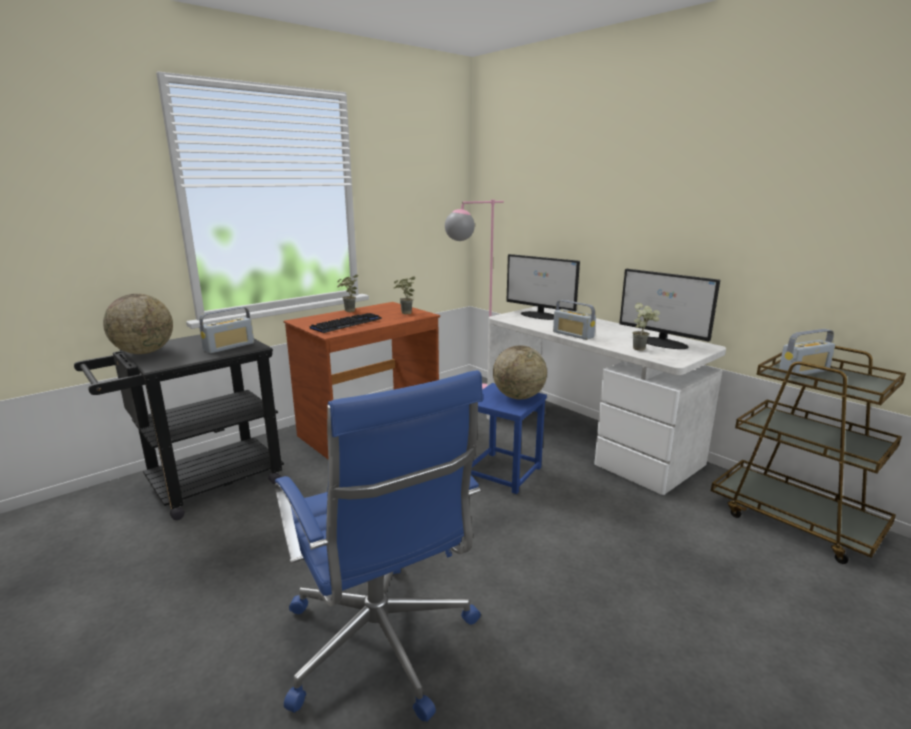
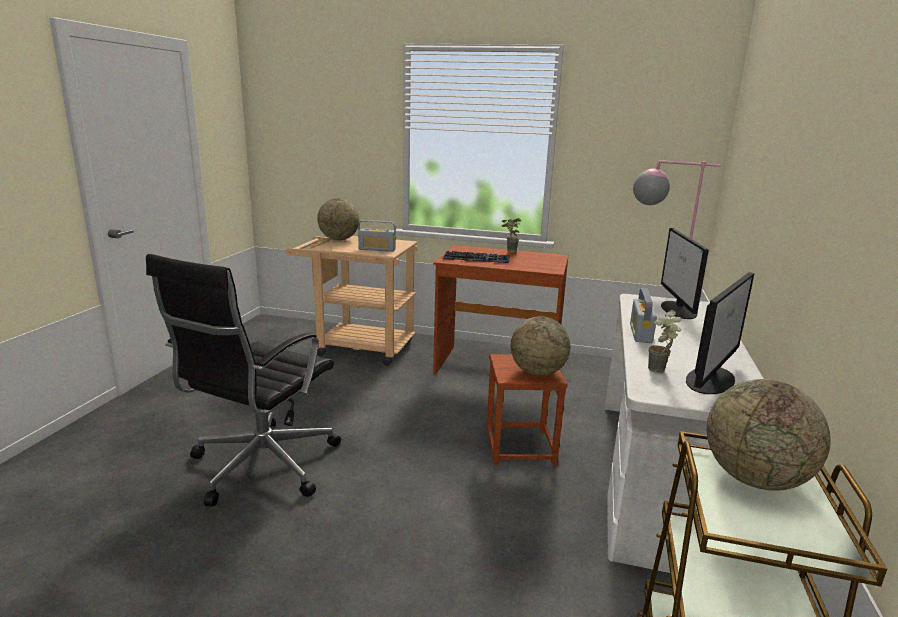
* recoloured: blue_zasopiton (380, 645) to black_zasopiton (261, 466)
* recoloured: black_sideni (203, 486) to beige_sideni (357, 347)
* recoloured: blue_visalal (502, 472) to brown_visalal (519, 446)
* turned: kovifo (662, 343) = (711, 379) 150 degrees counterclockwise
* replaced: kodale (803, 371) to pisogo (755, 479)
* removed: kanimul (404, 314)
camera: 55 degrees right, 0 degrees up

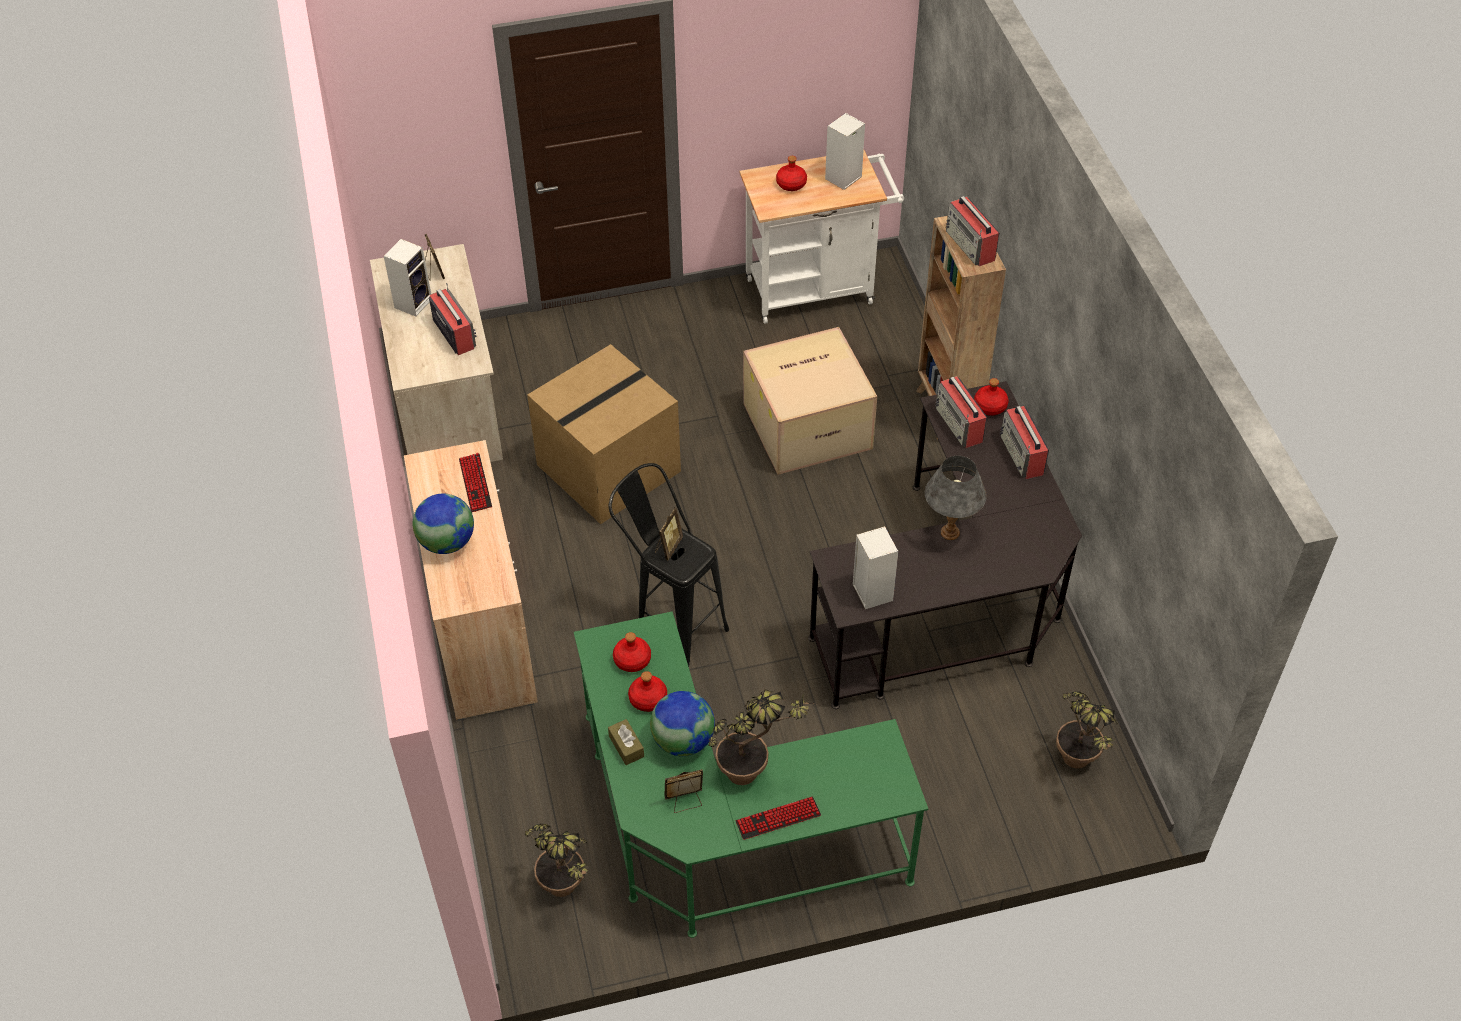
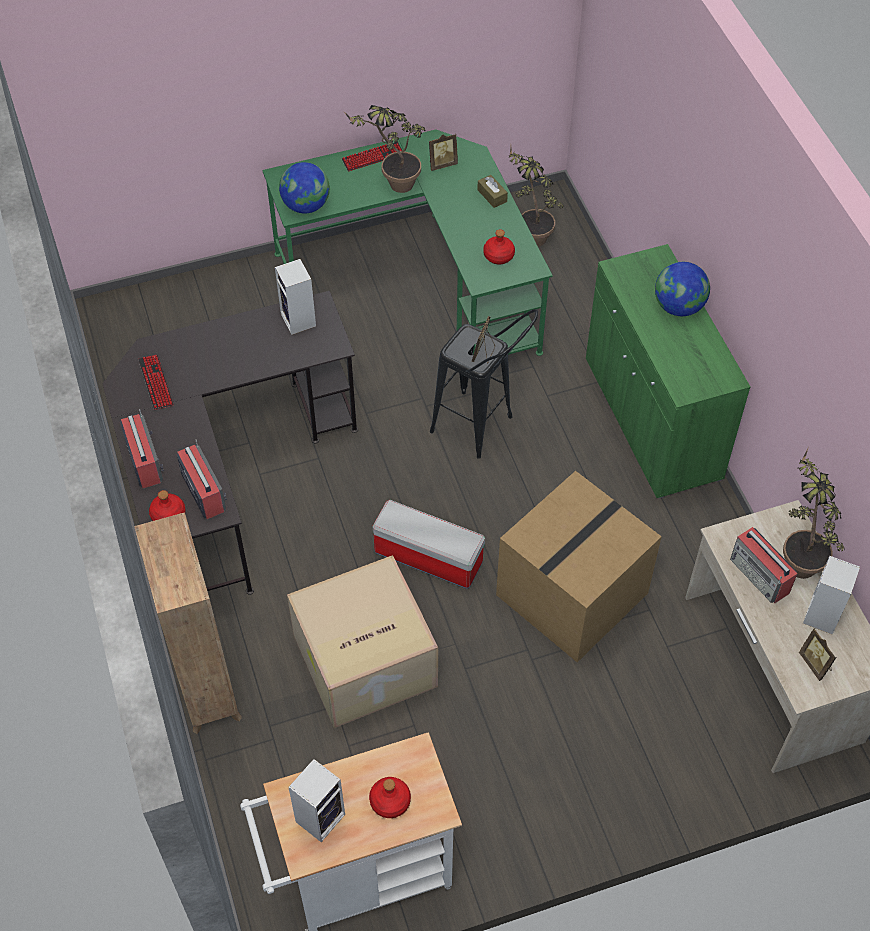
* moved: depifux (475, 483) to (156, 383)
* moved: pisogo (683, 741) to (306, 205)
* added: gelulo (427, 557)
* recoloured: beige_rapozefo (481, 630) to green_rapozefo (652, 419)
* moved: kanimul (1078, 766) to (798, 557)
* removed: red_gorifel (648, 699)
* removed: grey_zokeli (949, 532)
* removed: kodale (970, 246)
camera: 175 degrees right, 5 degrees up

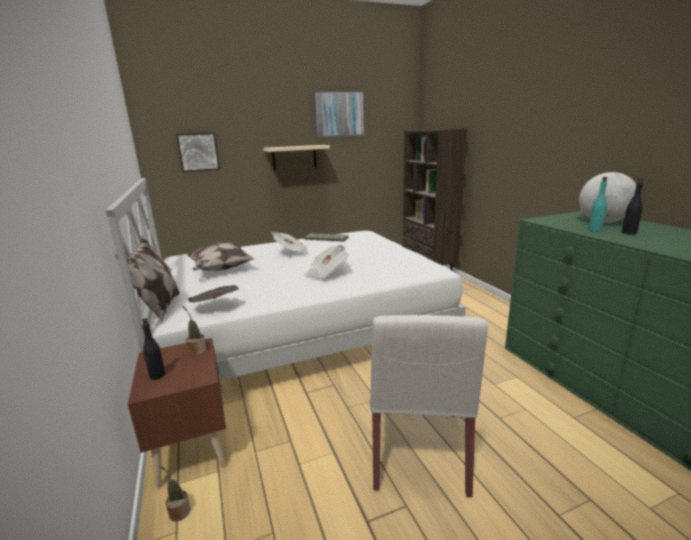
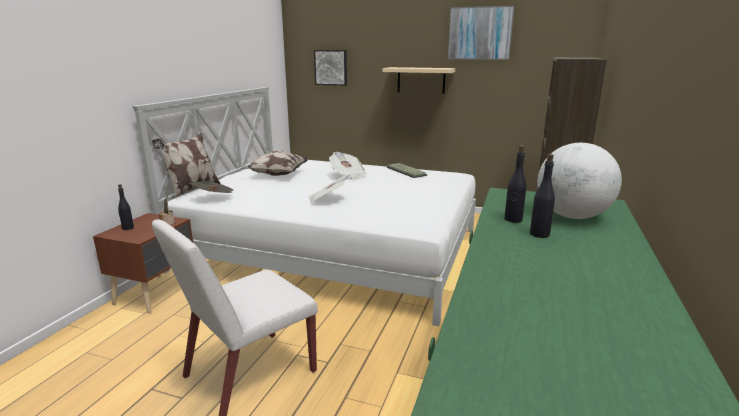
* recoloured: turquoise_gorifel (595, 230) to black_gorifel (513, 219)
* removed: kanimul (178, 511)
camera: 40 degrees right, 0 degrees up

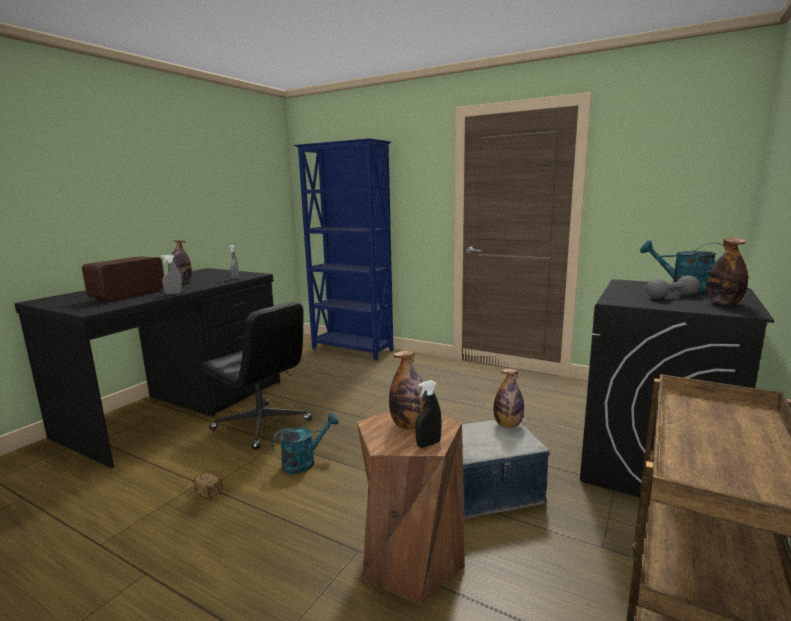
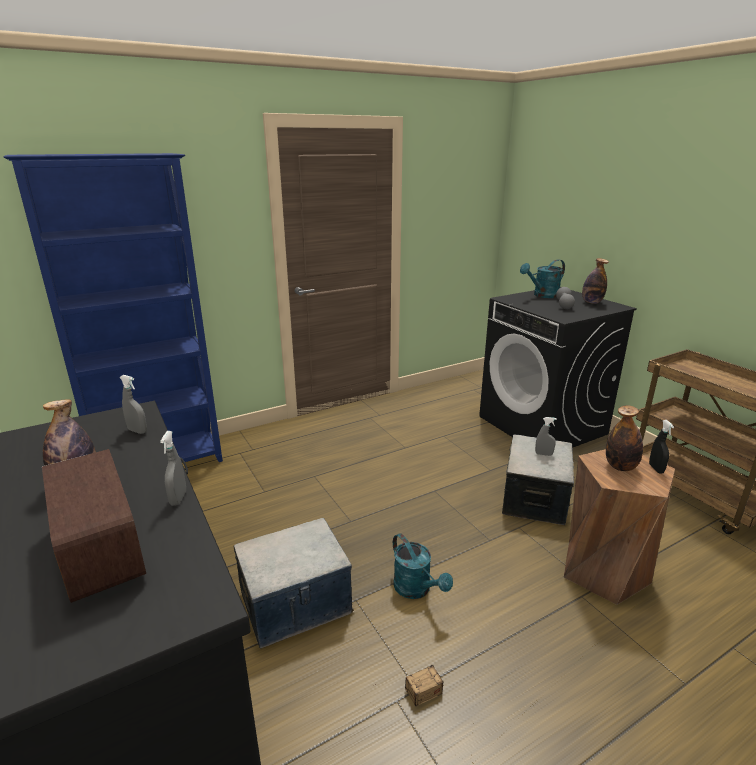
* replaced: black_zasopiton (262, 425) to gelulo (295, 604)
* turned: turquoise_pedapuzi (304, 462) = (416, 589) 150 degrees clockwise
* added: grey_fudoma (543, 454)
* removed: gorifel (508, 425)
camera: 60 degrees left, 10 degrees up

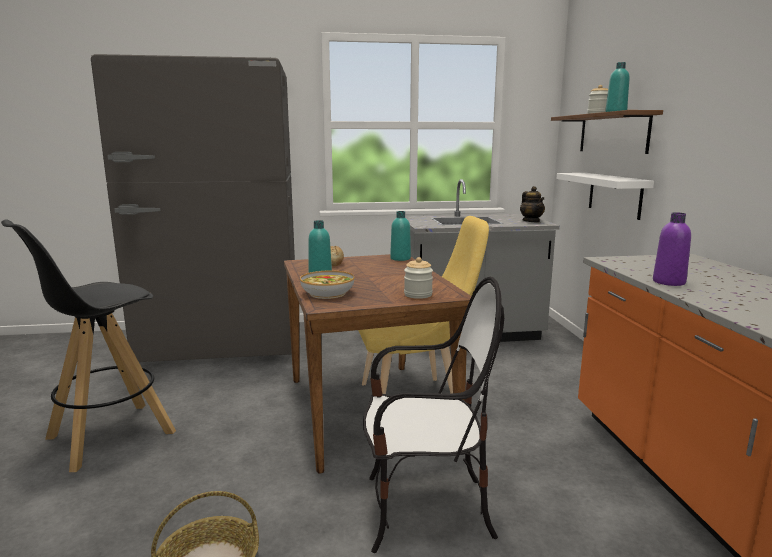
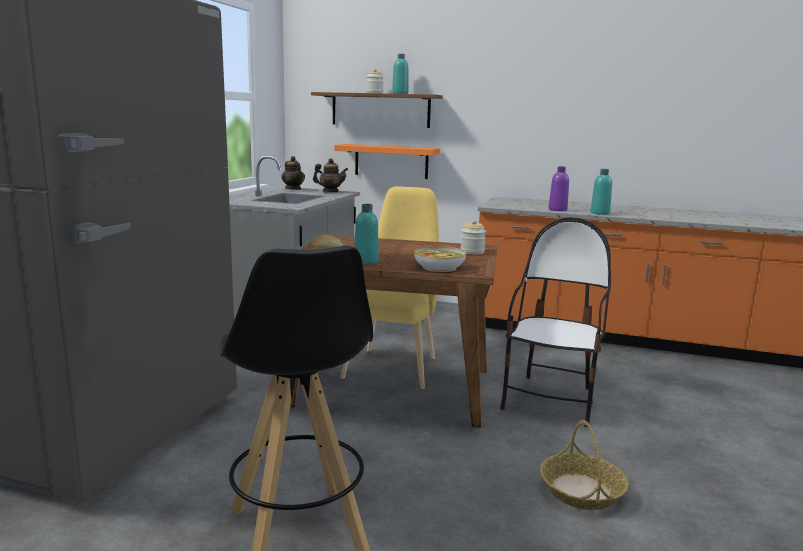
* added: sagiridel (293, 189)
* recoloured: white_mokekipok (614, 194) to orange_mokekipok (391, 161)
* moved: turquoise_gorifel (400, 258) to (599, 213)
camera: 65 degrees left, 0 degrees up

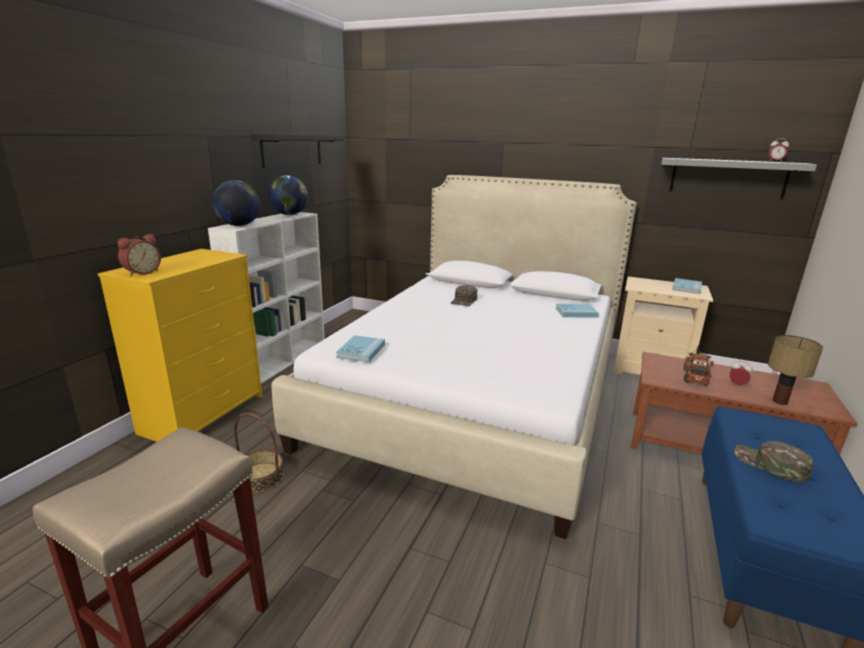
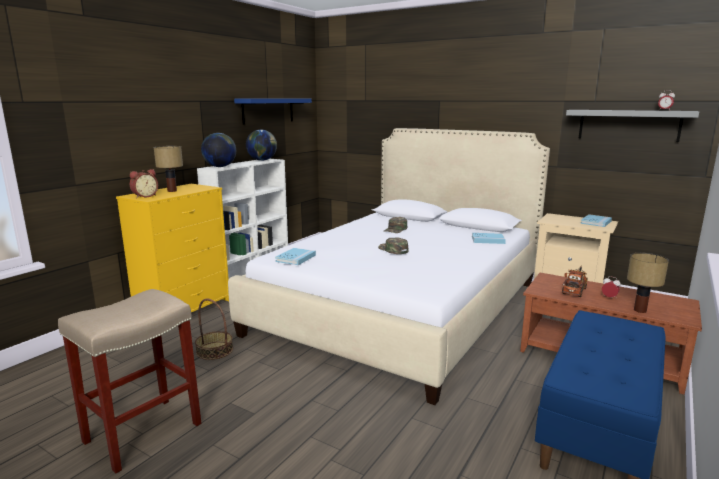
* added: zokeli (172, 191)
* recoloured: black_mokekipok (292, 150) to blue_mokekipok (268, 110)
* moved: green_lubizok (770, 464) to (393, 250)
camera: 10 degrees right, 5 degrees down

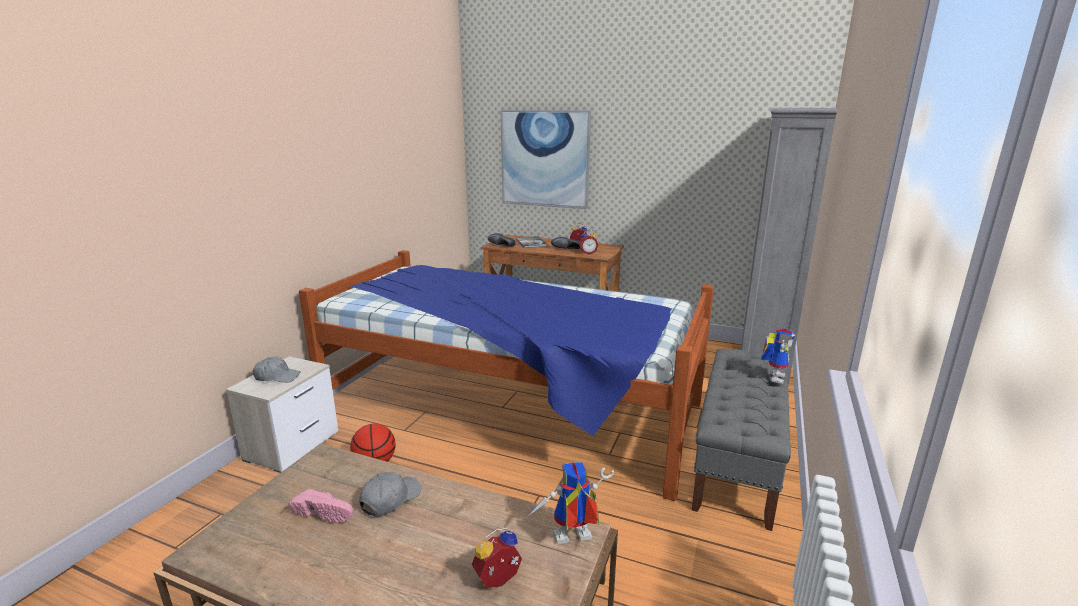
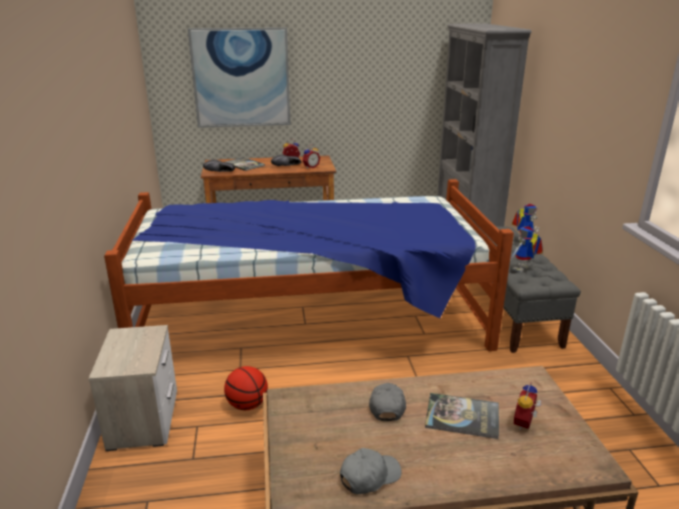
* moved: grey_lubizok (277, 377) to (369, 476)
* added: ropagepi (462, 416)
* moved: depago (570, 541) to (523, 270)
* removed: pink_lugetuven (326, 512)
camera: 30 degrees left, 5 degrees up

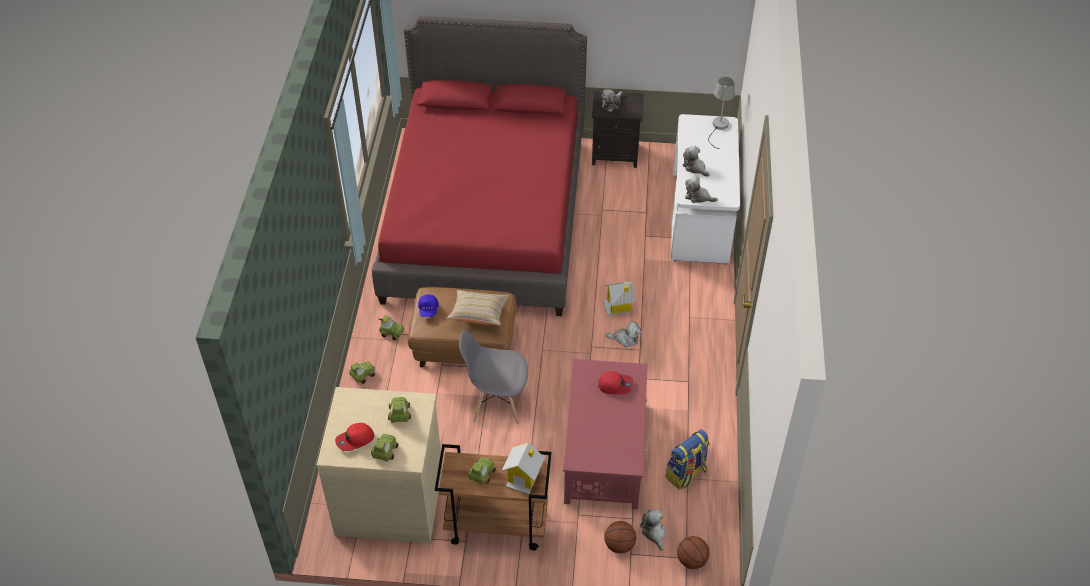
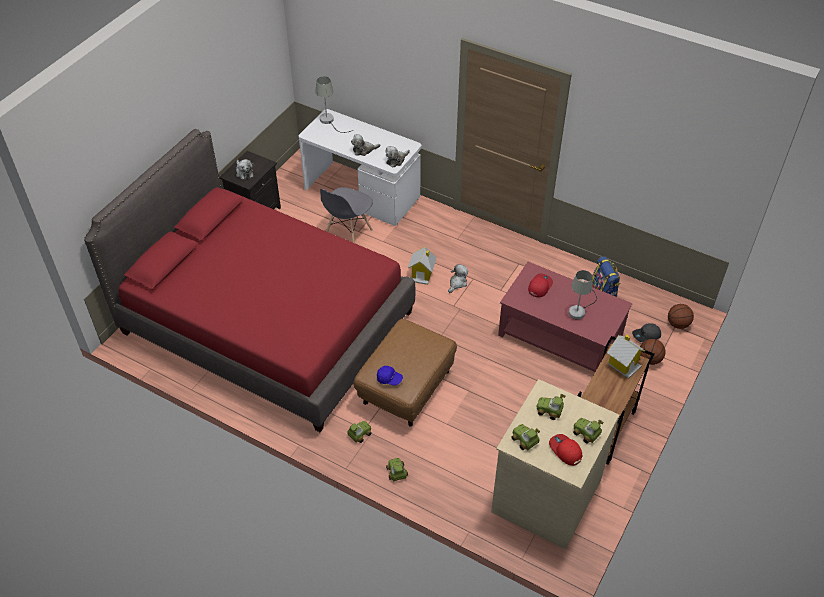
* moved: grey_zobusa (497, 404) to (348, 235)
* moved: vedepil (481, 474) to (524, 440)
* turned: red_lubizok (355, 440) = (565, 451) 150 degrees clockwise
* added: grey_zokeli (580, 310)
* replaced: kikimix (654, 533) to grey_lubizok (646, 335)
* removed: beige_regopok (479, 314)
camera: 65 degrees left, 0 degrees up

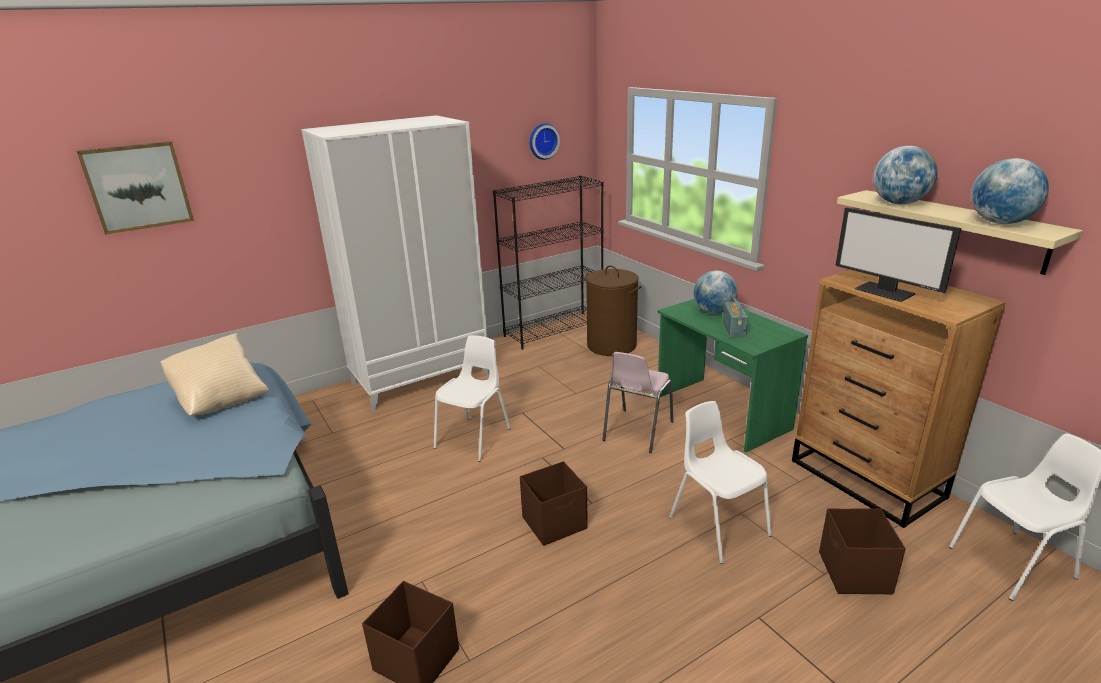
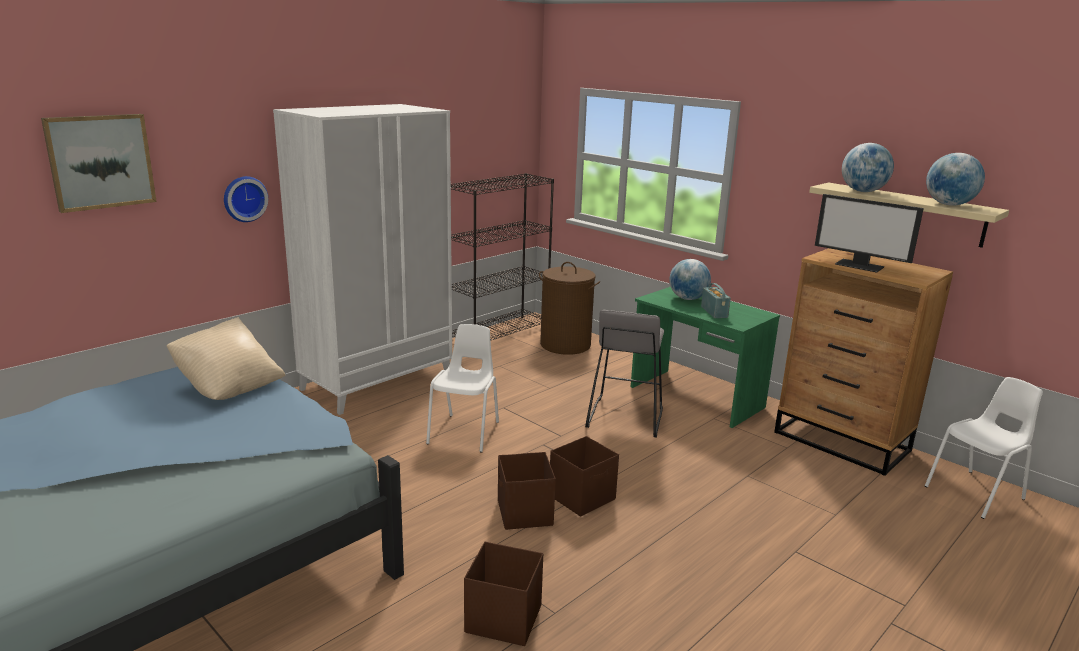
* moved: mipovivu (543, 141) to (244, 198)
* moved: brown_gelulo (854, 574) to (524, 513)
* replaced: pink_zobusa (636, 431) to grey_visalal (624, 417)
* removed: white_zobusa (717, 526)
camera: 15 degrees left, 5 degrees down

